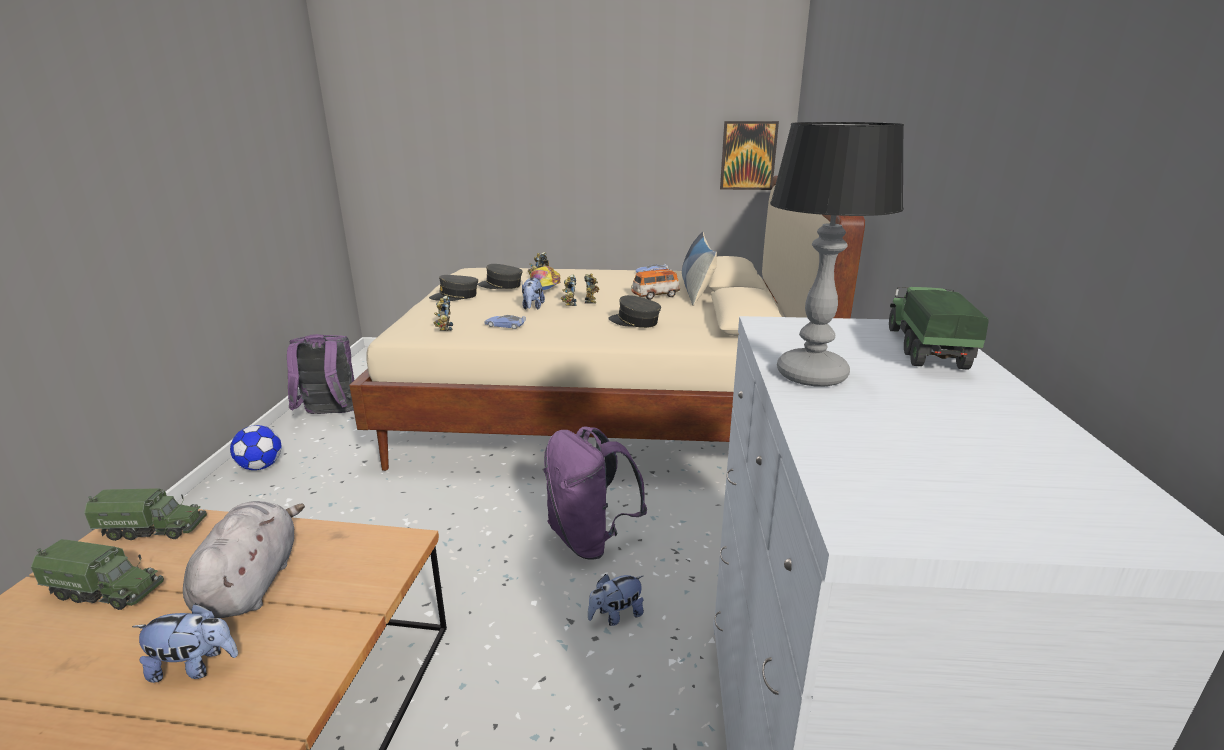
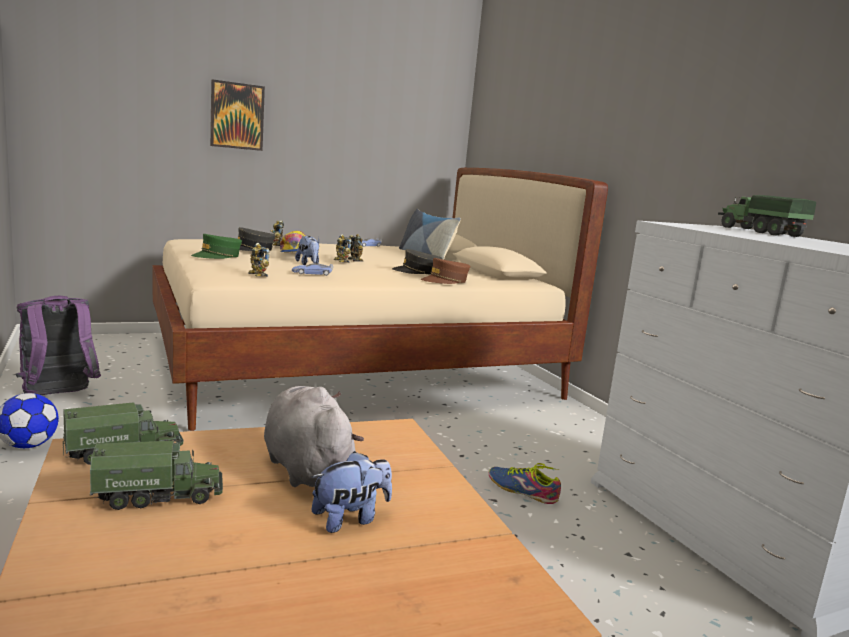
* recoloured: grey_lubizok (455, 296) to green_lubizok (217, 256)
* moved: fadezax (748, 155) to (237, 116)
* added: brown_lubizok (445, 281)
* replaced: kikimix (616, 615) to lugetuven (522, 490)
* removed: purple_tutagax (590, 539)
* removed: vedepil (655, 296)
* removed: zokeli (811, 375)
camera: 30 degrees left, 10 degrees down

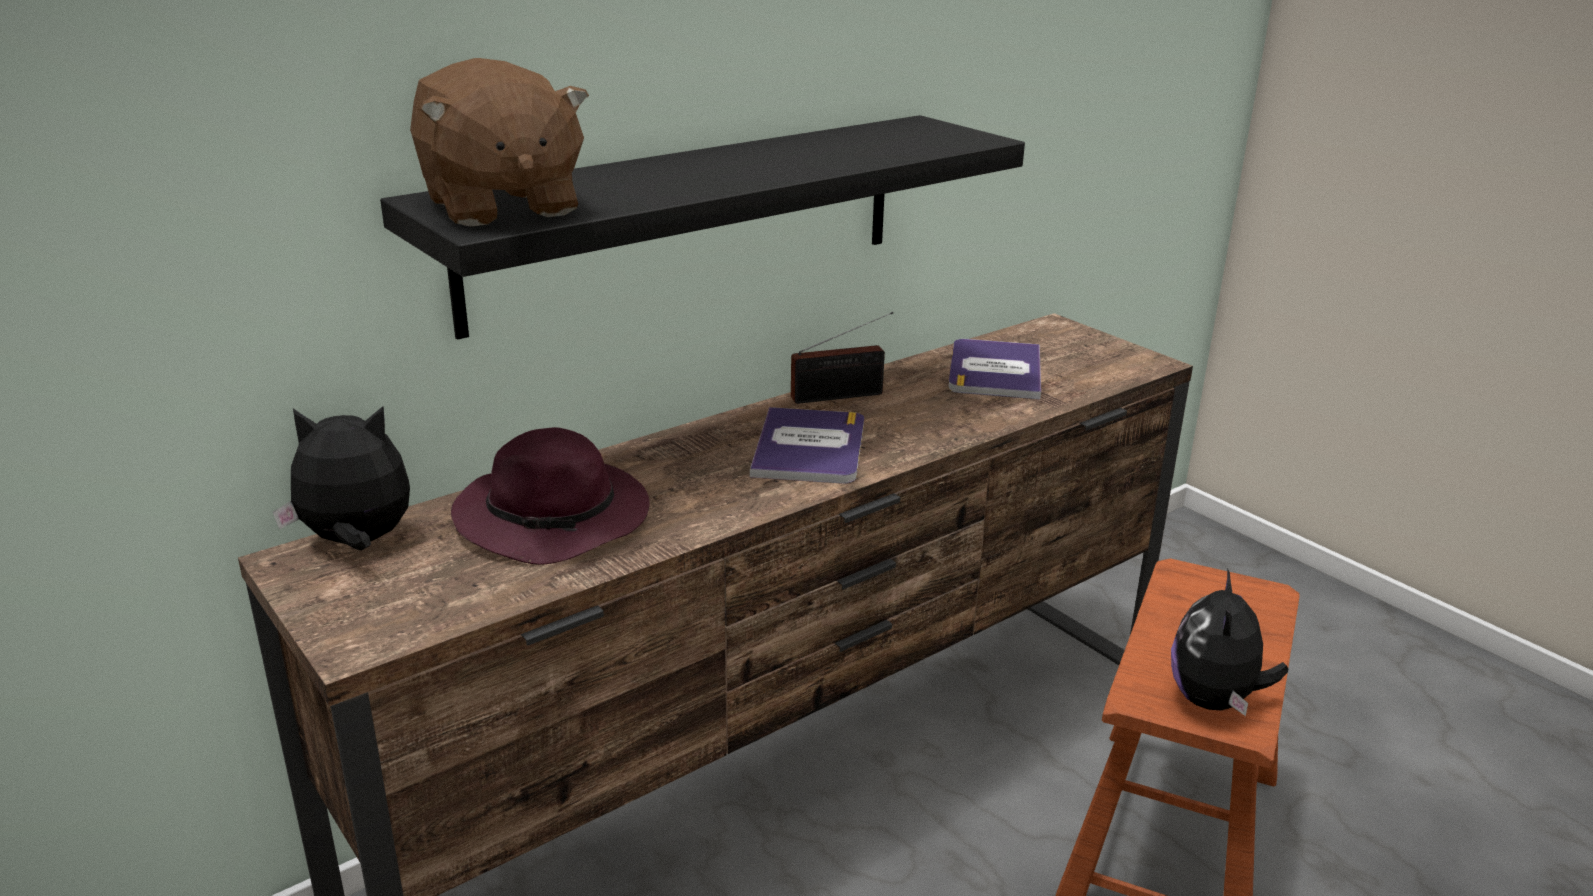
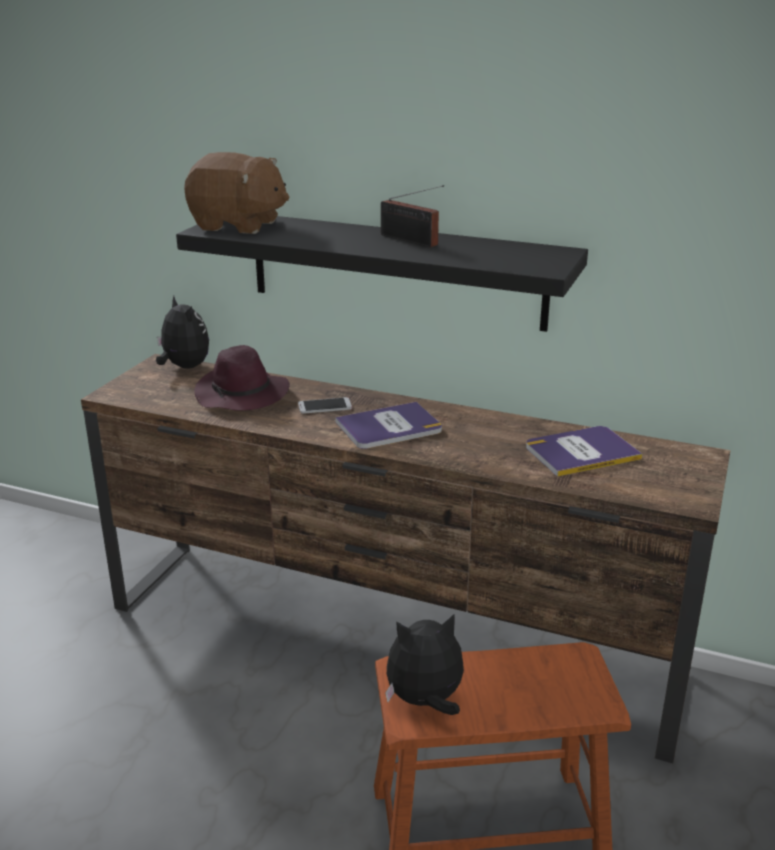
* turned: brown_kikimix (500, 206) = (238, 225) 105 degrees counterclockwise
* added: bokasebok (325, 406)
* moved: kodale (842, 396) to (411, 241)
camera: 60 degrees right, 0 degrees up

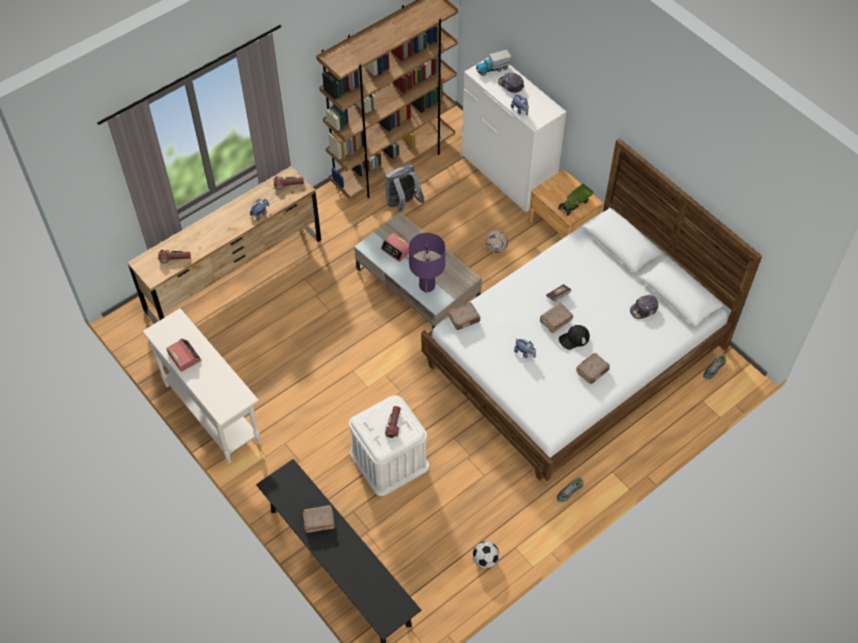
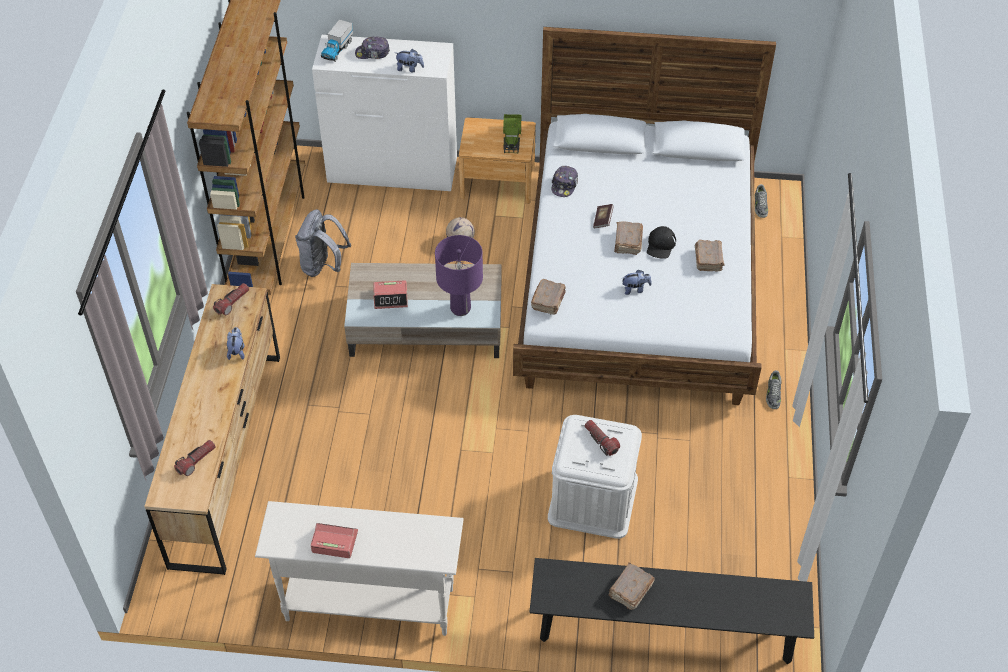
* moved: lubizok (644, 309) to (564, 185)
* removed: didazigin (485, 560)
camera: 45 degrees left, 5 degrees down

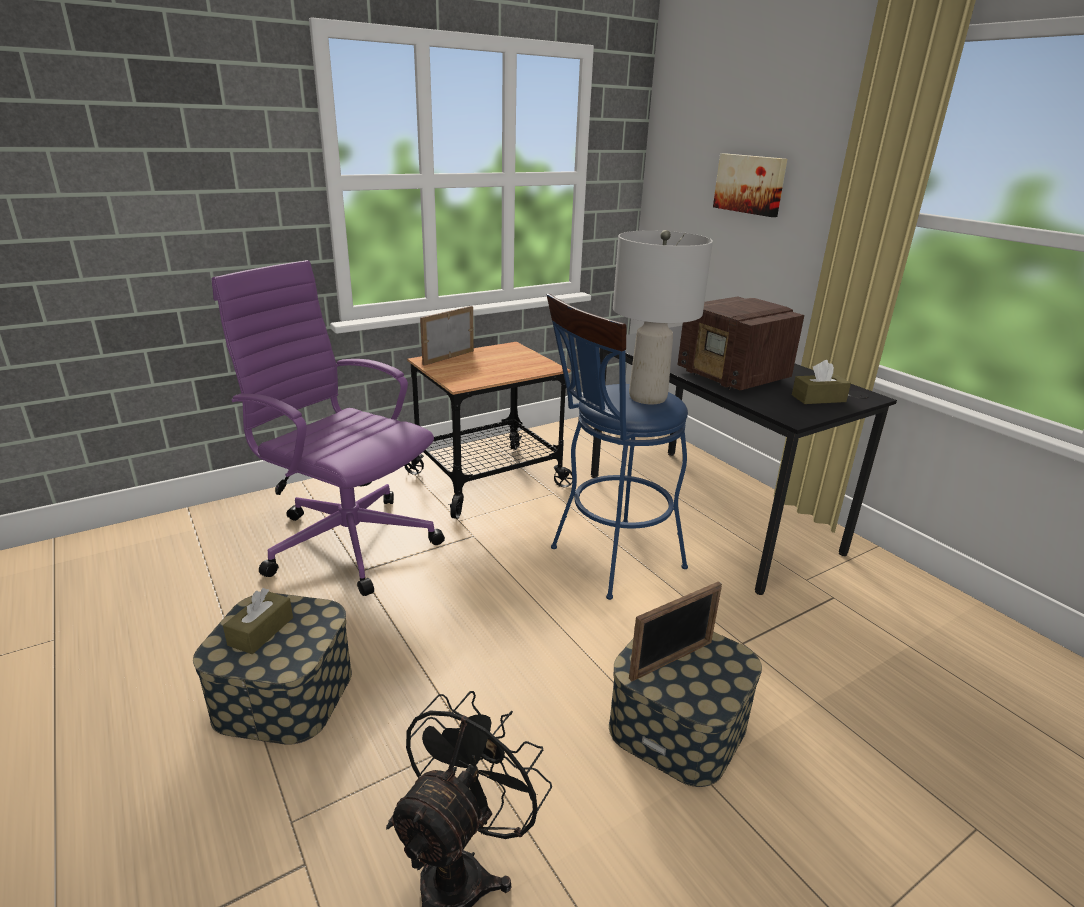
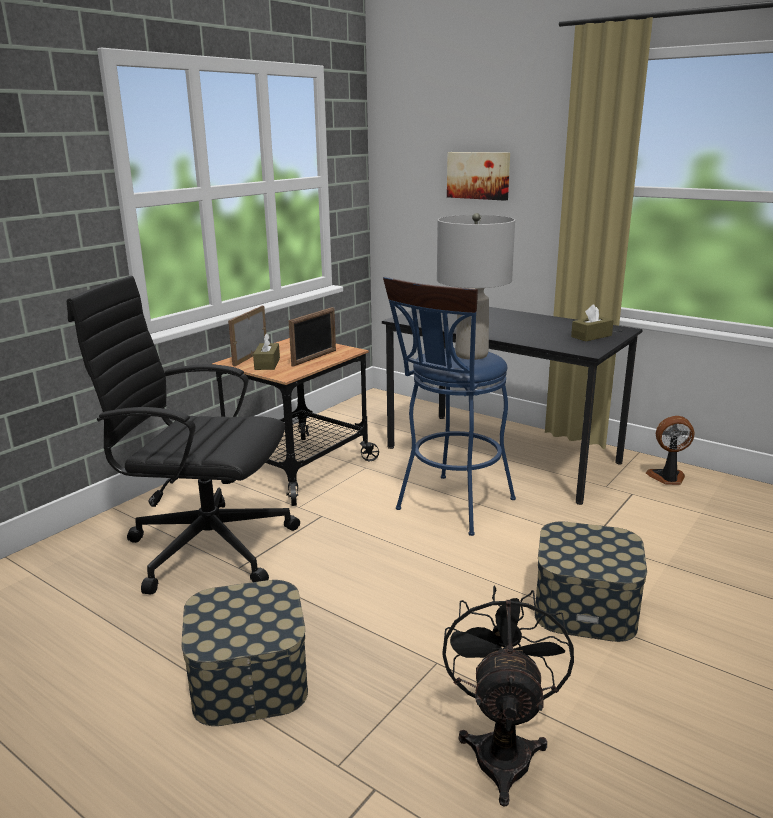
* recoloured: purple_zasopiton (348, 541) to black_zasopiton (206, 546)
* moved: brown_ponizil (261, 631) to (267, 364)
* moved: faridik (671, 660) to (314, 358)
* added: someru (667, 478)
* removed: kodale (733, 377)
camera: 20 degrees left, 5 degrees down

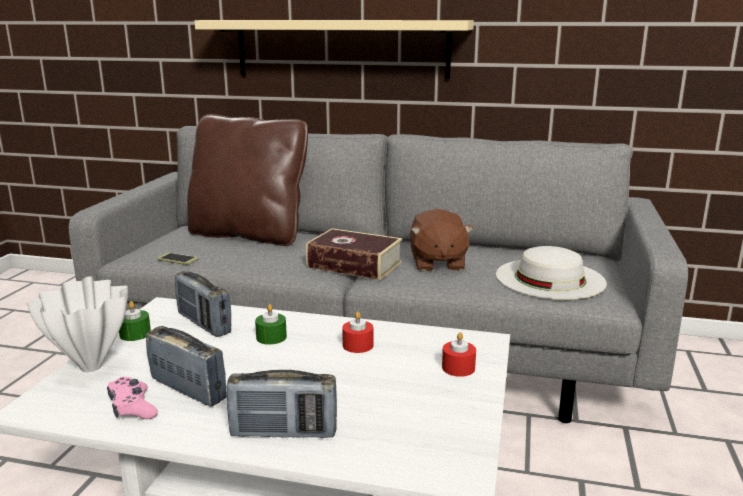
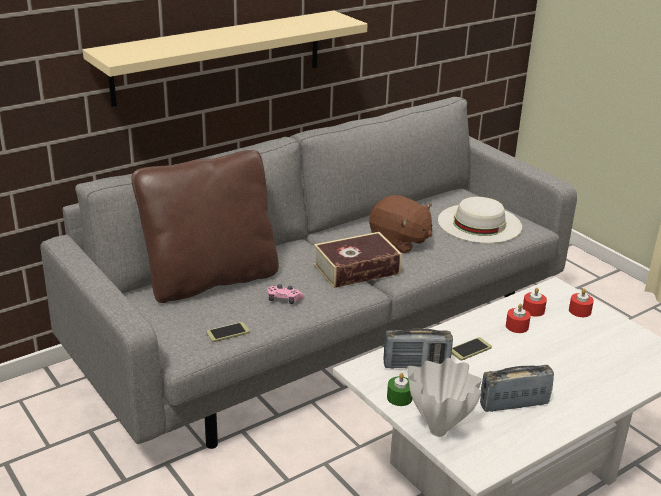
* moved: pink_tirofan (132, 407) to (284, 300)
* replaced: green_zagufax (271, 337) to bokasebok (470, 349)
* added: red_zagufax (533, 310)
* removed: kodale (284, 432)
camera: 50 degrees left, 10 degrees up

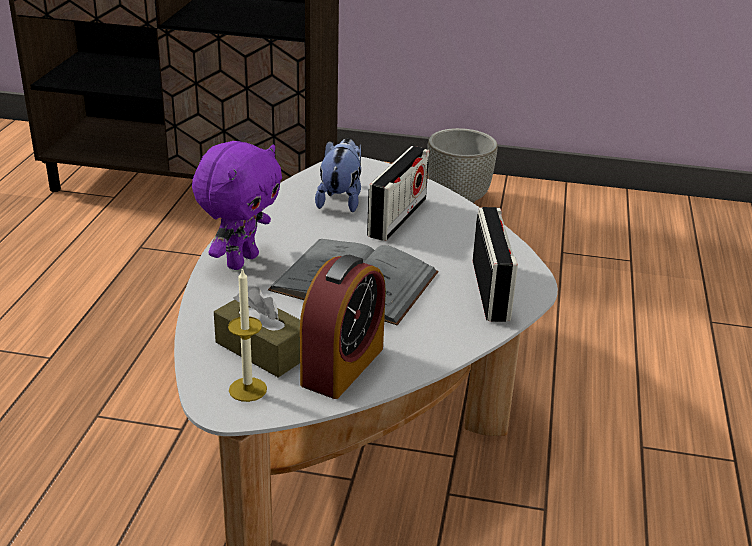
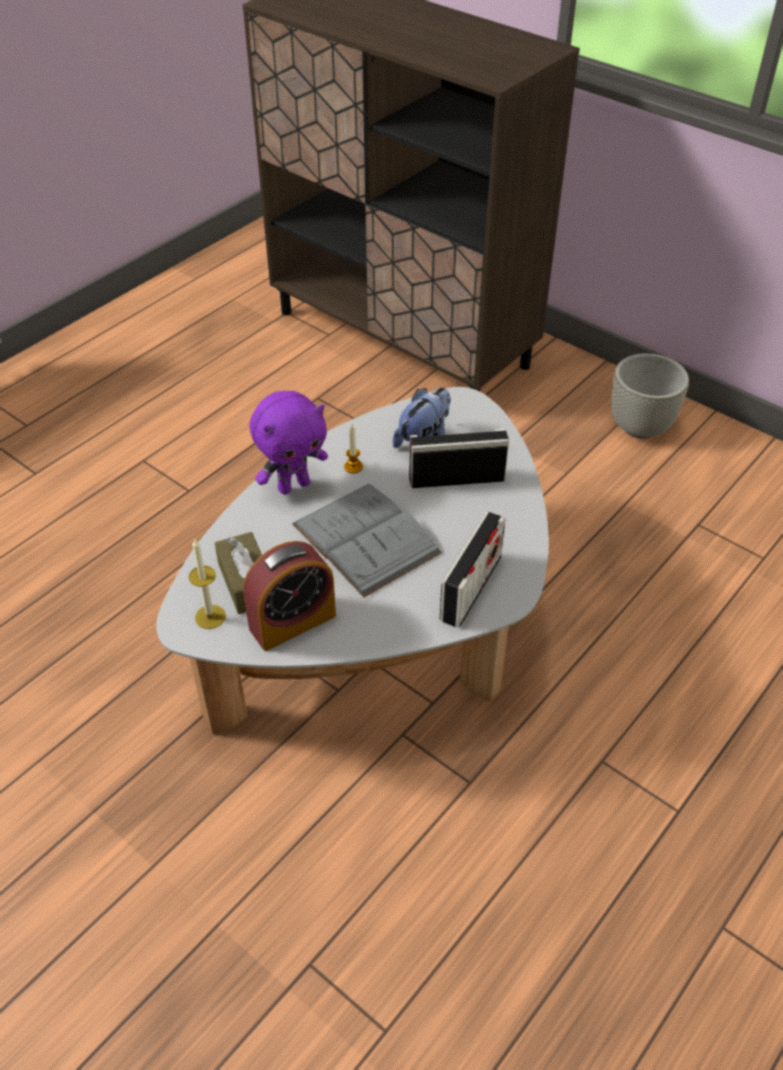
* added: zagufax (353, 467)
* turned: kodale (397, 217) = (456, 478) 150 degrees counterclockwise
camera: 30 degrees right, 15 degrees up

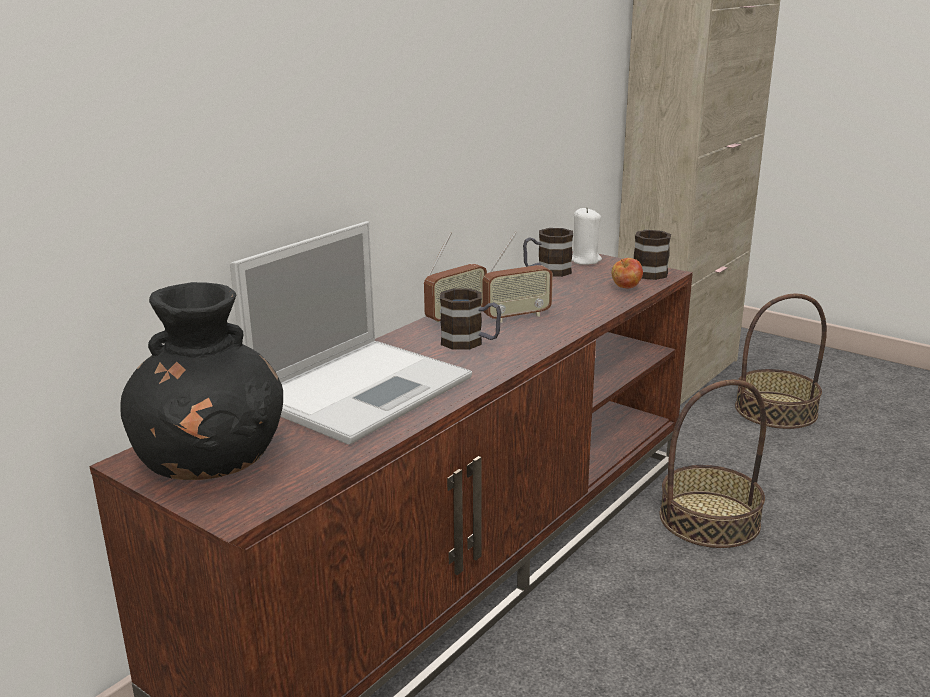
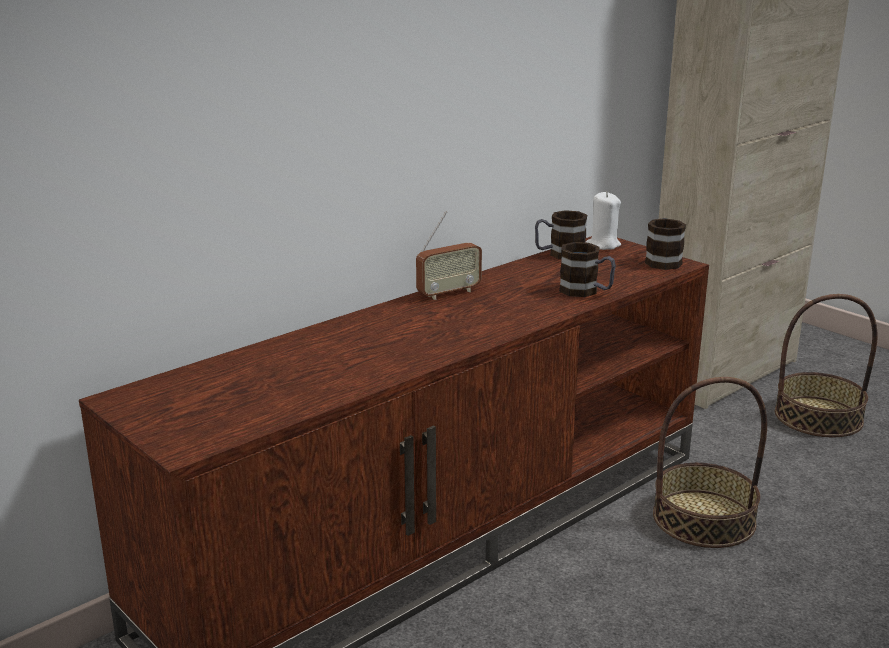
* moved: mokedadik (470, 342) to (586, 291)
* removed: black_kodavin (212, 461)
* removed: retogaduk (363, 388)
* removed: kodale (516, 316)
* removed: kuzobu (626, 288)
camera: 10 degrees right, 0 degrees up

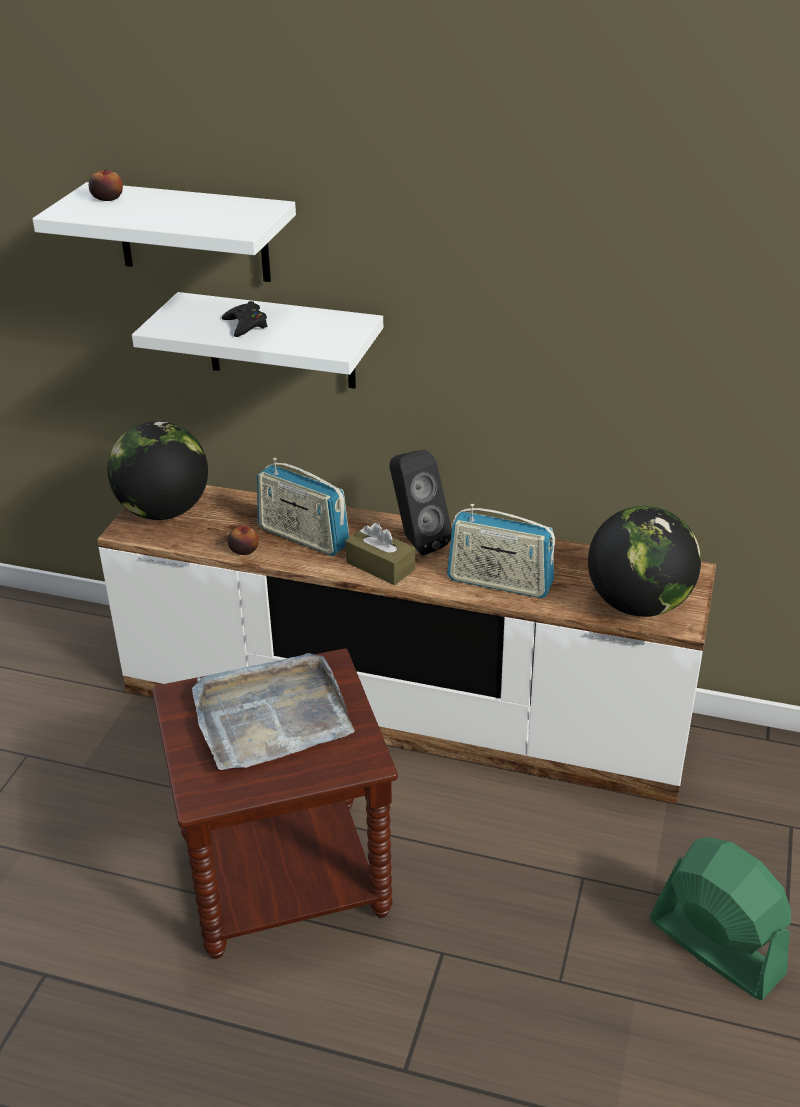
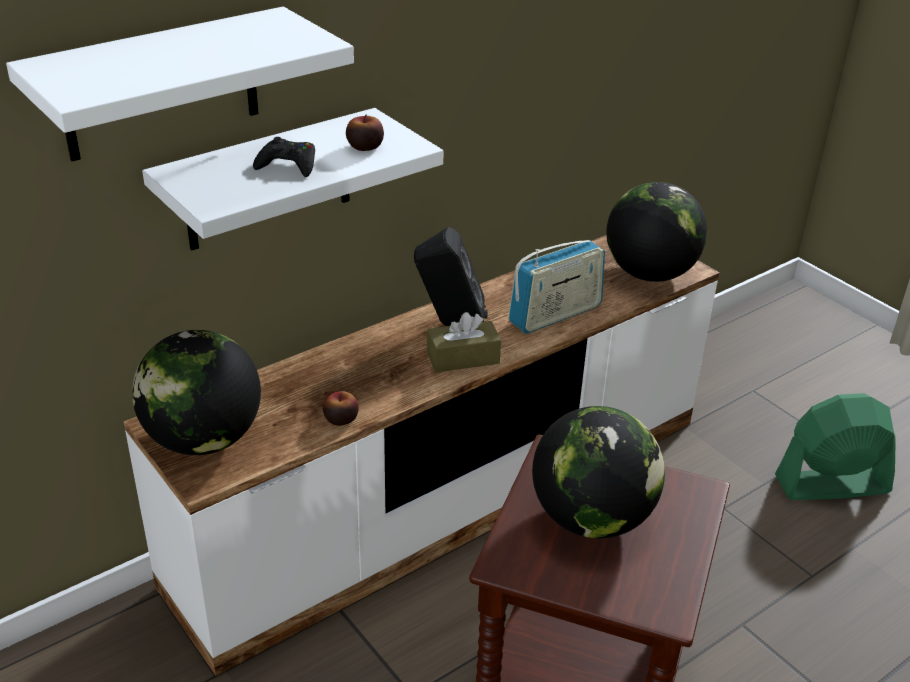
* moved: kuzobu (107, 198) to (365, 147)
* replaced: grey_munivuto (270, 716) to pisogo (591, 518)
* removed: kodale (303, 537)
camera: 55 degrees left, 0 degrees up

